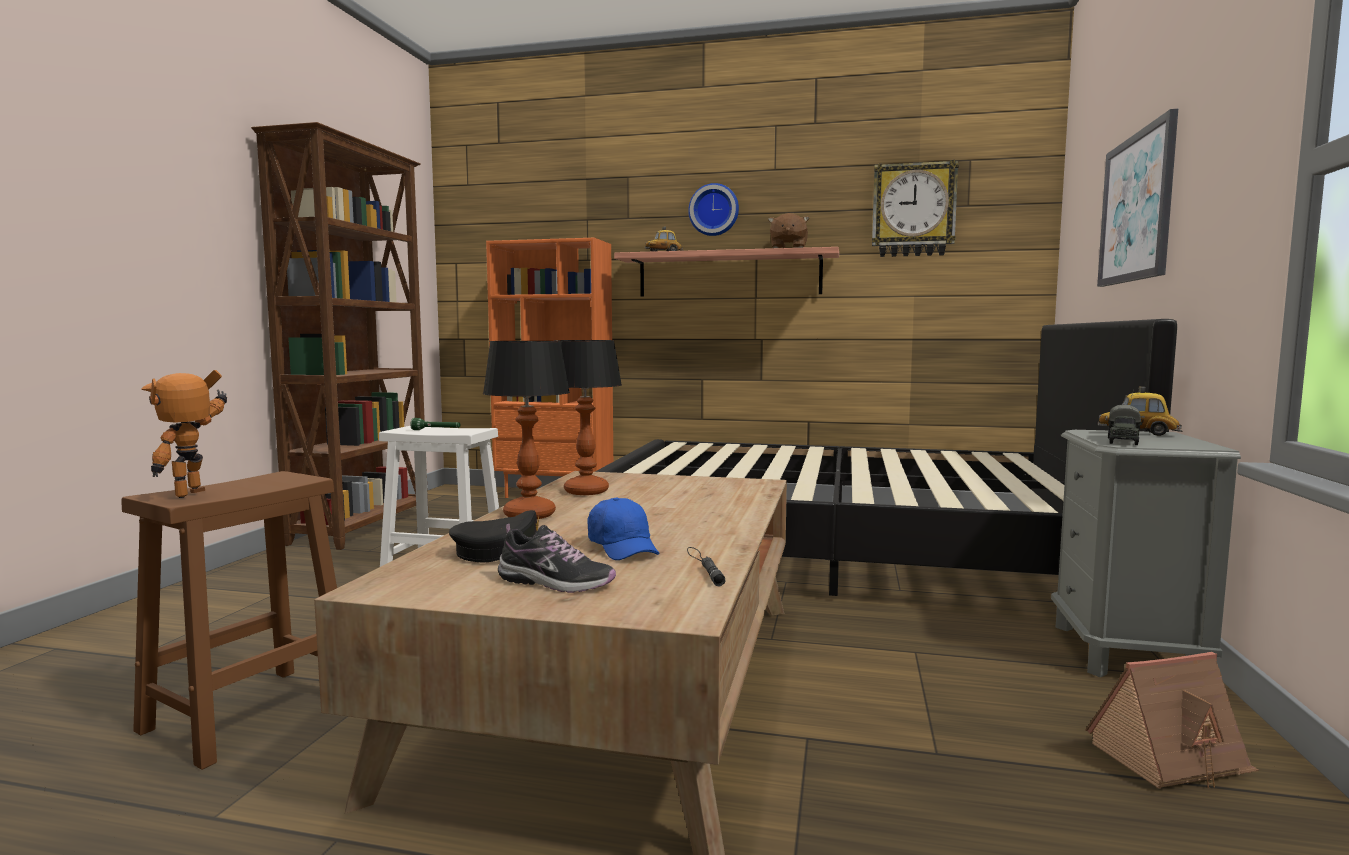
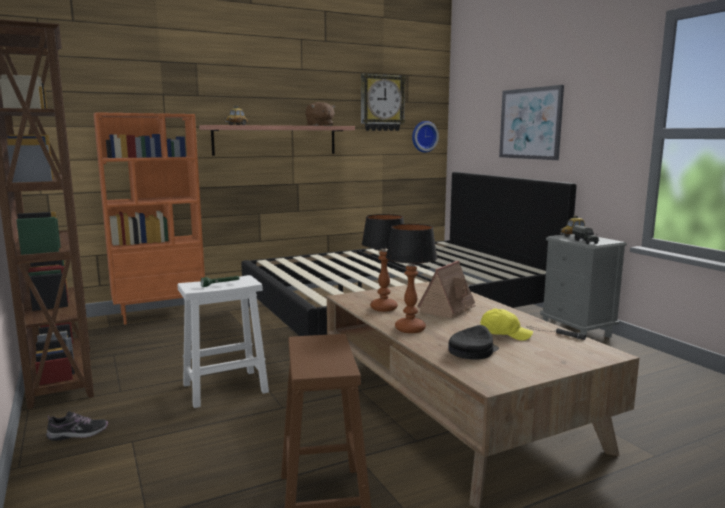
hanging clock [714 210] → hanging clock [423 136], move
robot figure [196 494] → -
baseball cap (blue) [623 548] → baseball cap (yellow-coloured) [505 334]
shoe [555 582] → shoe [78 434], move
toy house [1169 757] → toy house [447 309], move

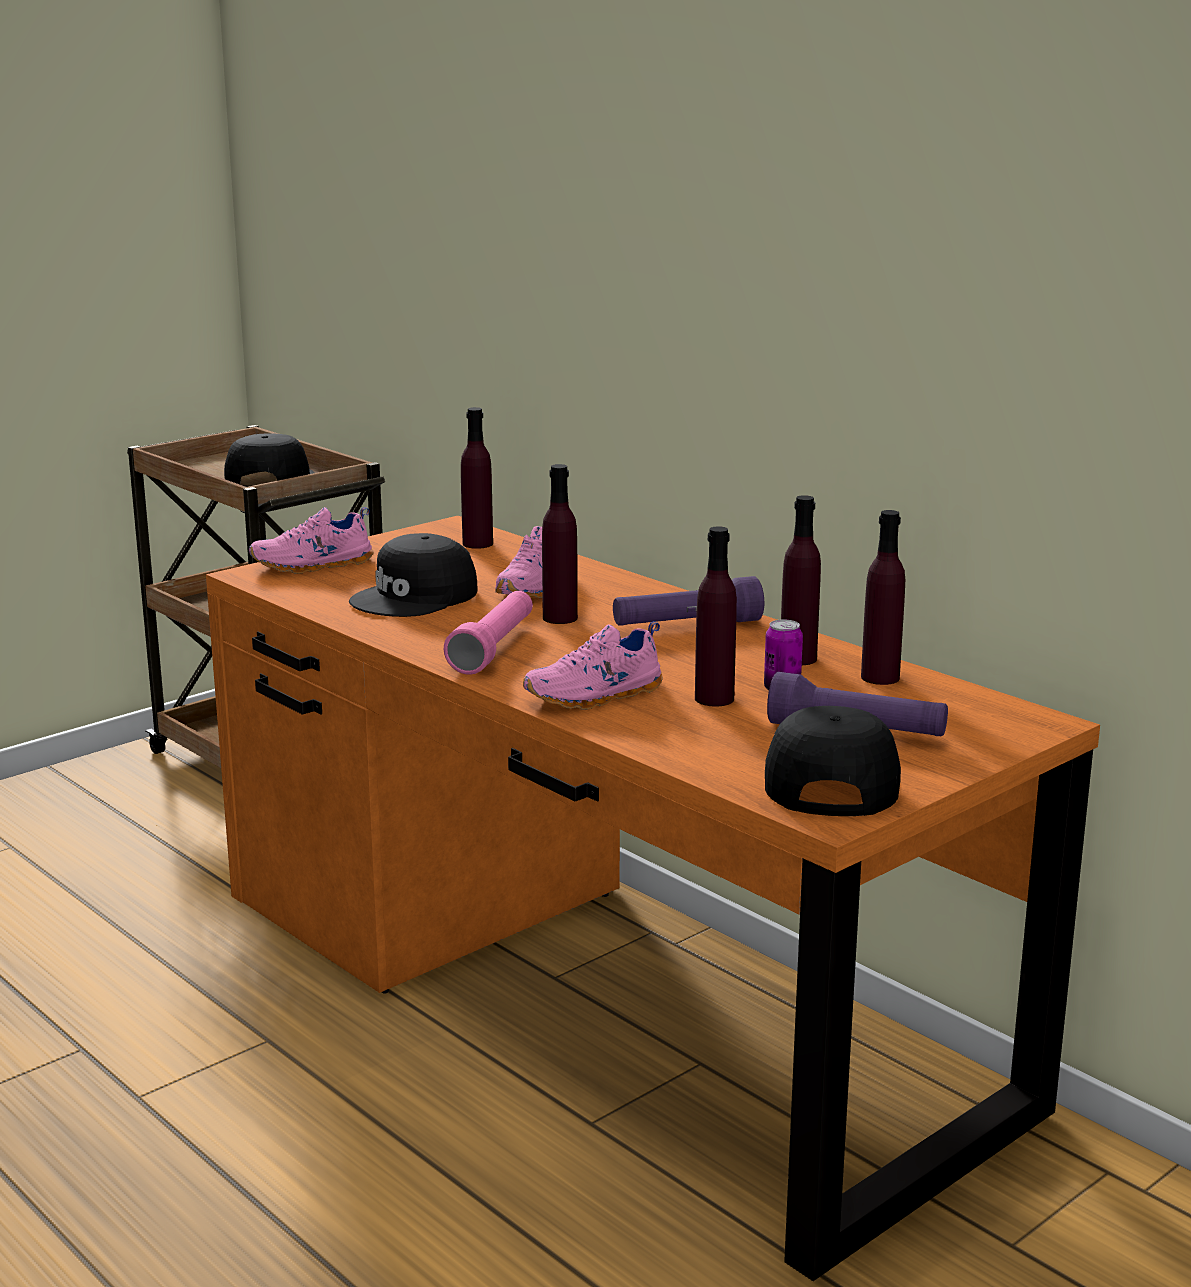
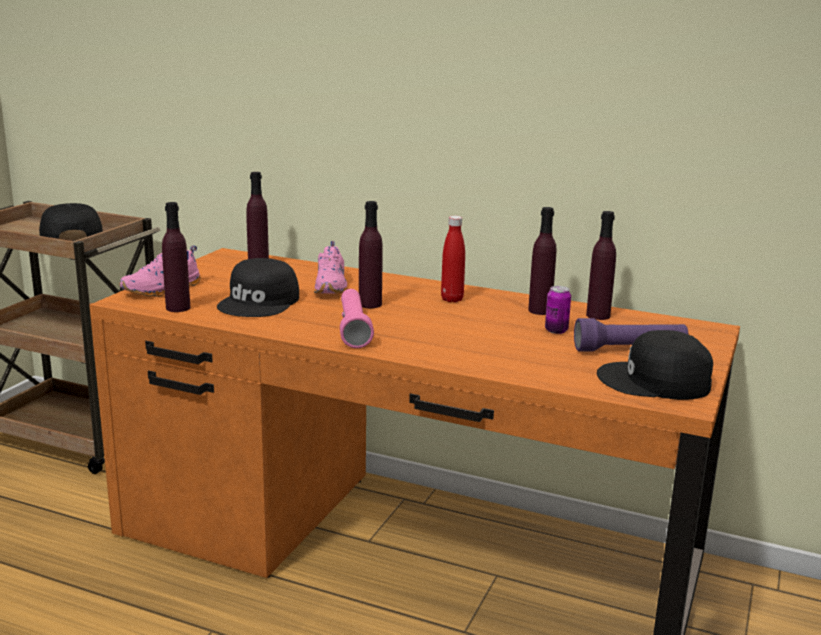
beverage bottle (purple) [714 699] → beverage bottle (purple) [178 308], move
hand torch (purple) [686 626] → beverage bottle (red-coloured) [452 299]
shoe (pinkish) [595 696] → -
baseball cap (black) [829 781] → baseball cap (black) [655 381], 60 degrees counterclockwise

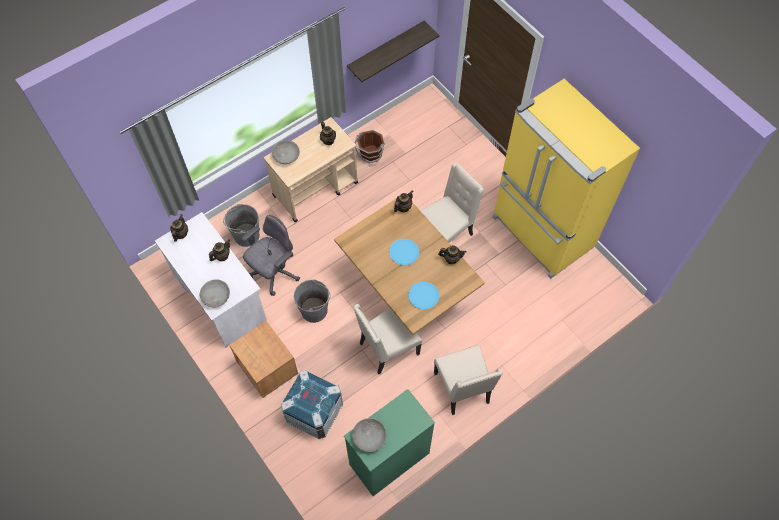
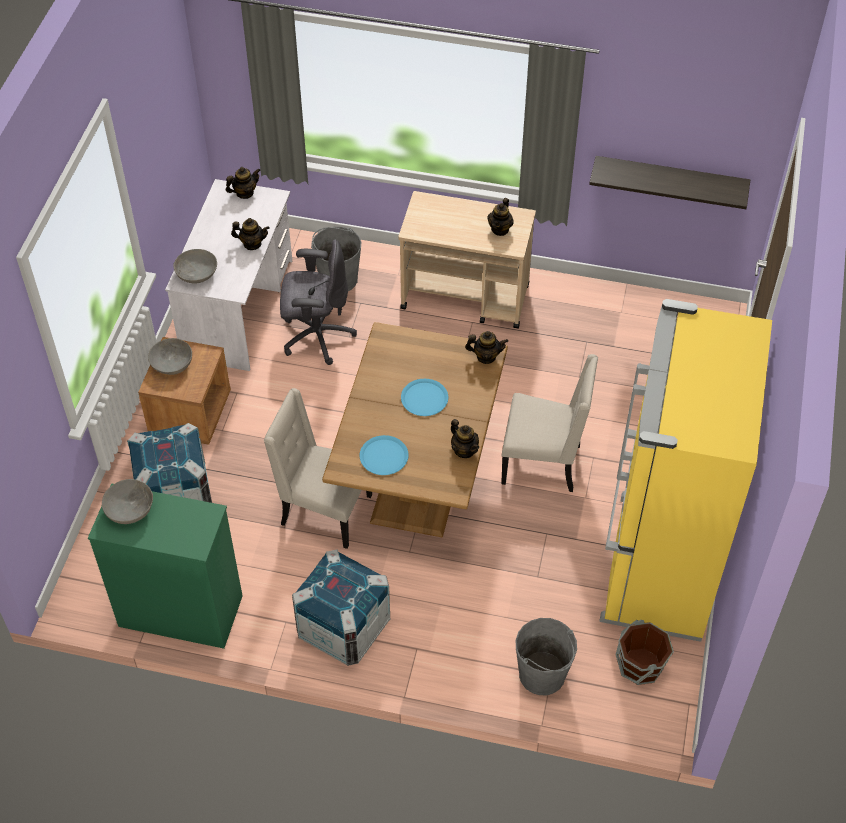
pail (brown-coloured) [370 154] → pail (brown-coloured) [640 666], move
serving bowl (grey) [286 156] → serving bowl (grey) [171 363], move
pail (grey) [314 310] → pail (grey) [542 674], move
plain chair (beige) [463 389] → crate [343 627]

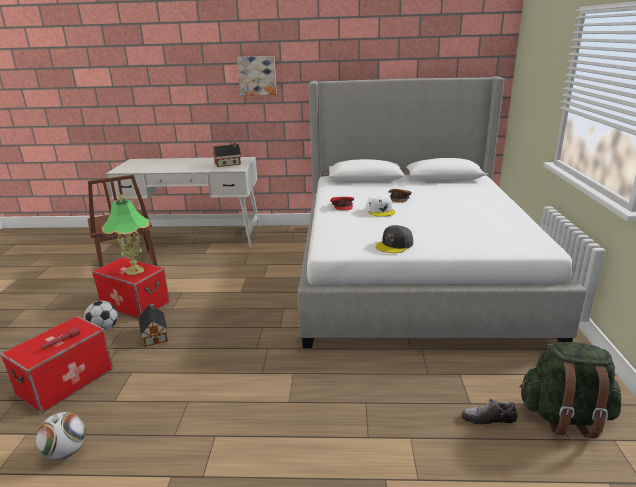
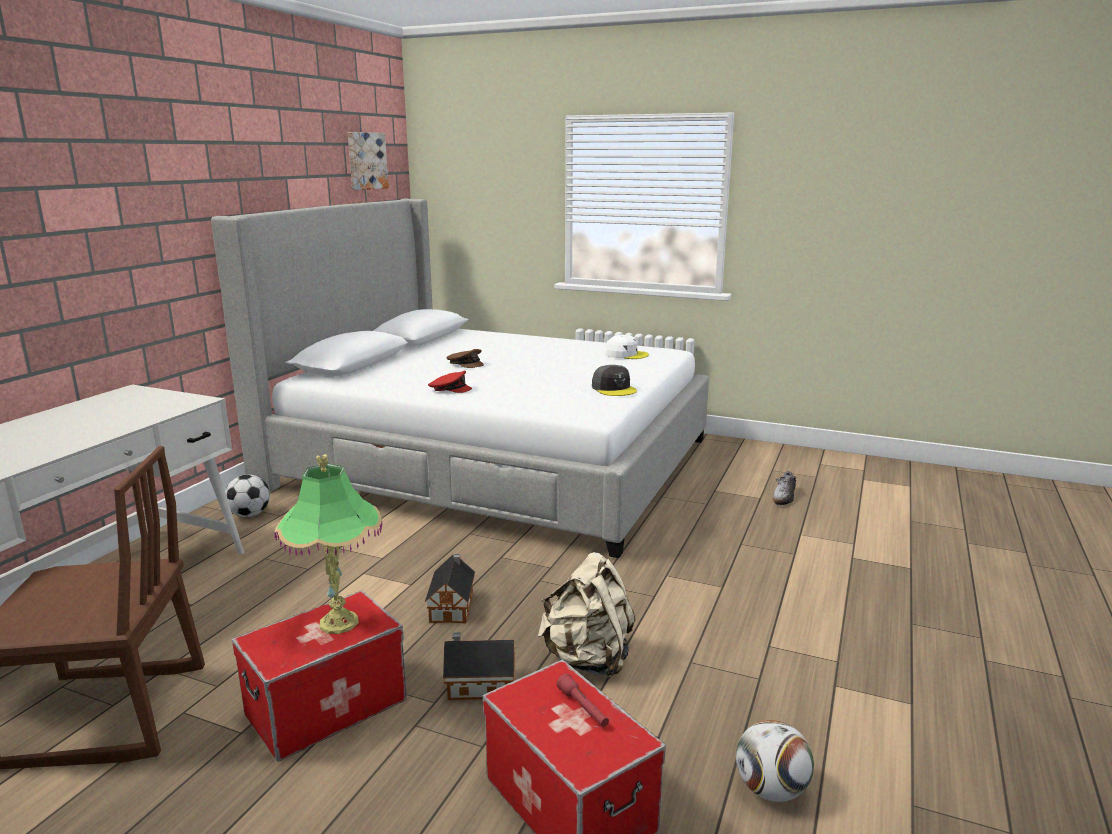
wall art [257 75] → wall art [366 161], move
toy house [229 163] → toy house [452 606], move
baseball cap (white-coloured) [380 210] → baseball cap (white-coloured) [626 354], move
ball for football [103 329] → ball for football [249 515], move
rucksack (green-coloured) [565 417] → -
- → rucksack (beige) [588 659]

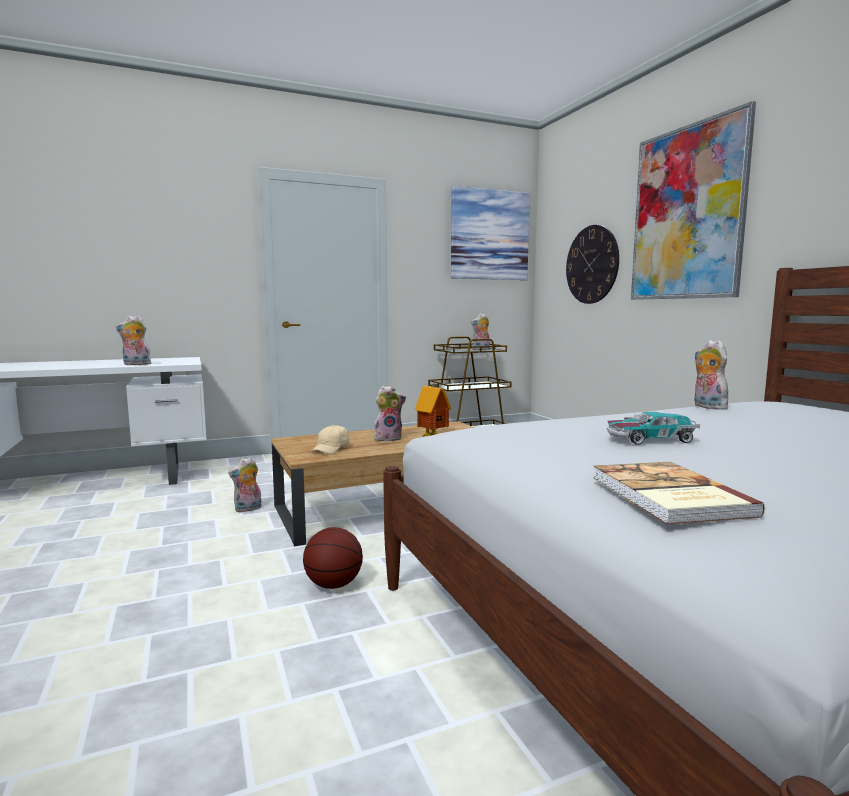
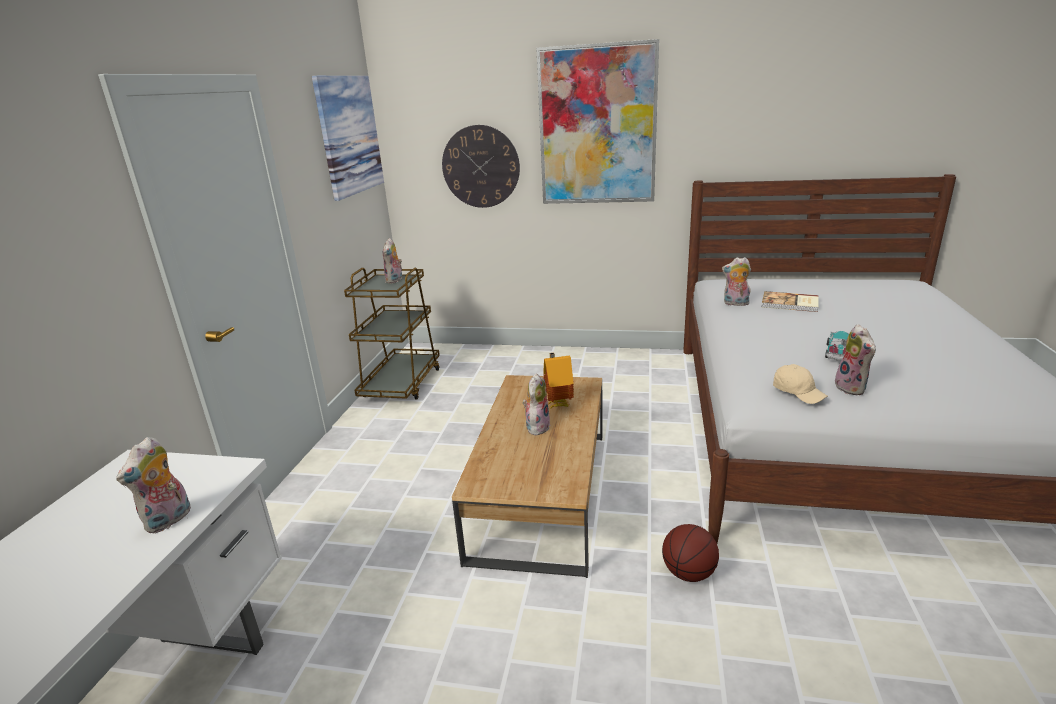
baseball cap (beige) [331 449] → baseball cap (beige) [798 392], move
plush toy [248 509] → plush toy [853 388], move
volume [667 496] → volume [790 304], move

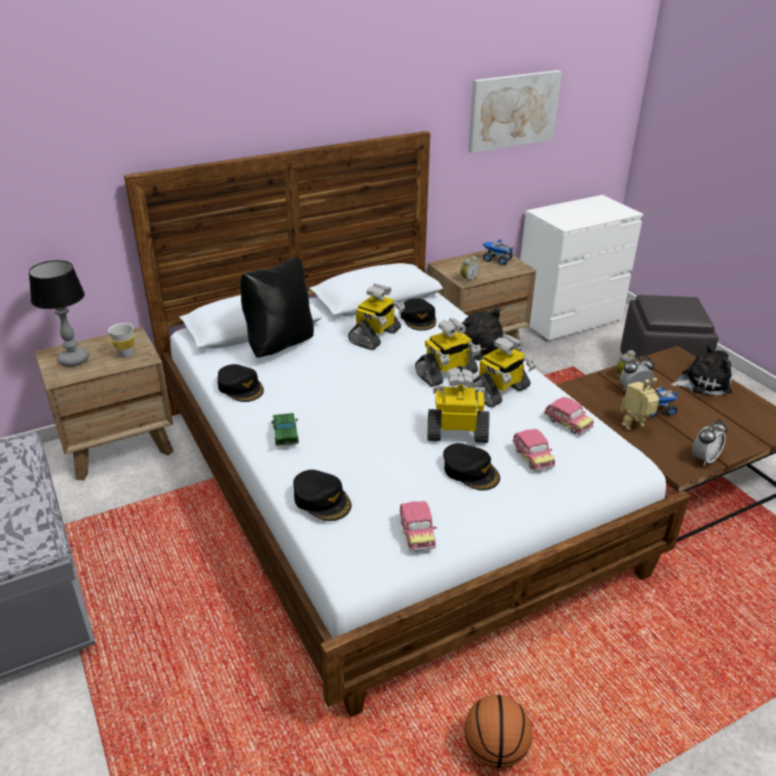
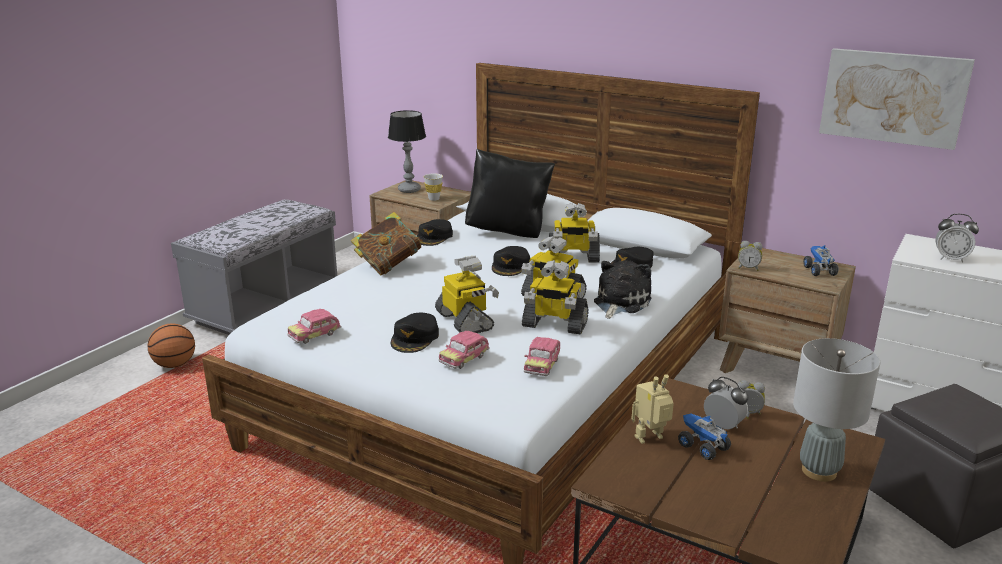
plush toy [702 382] → lamp for a table (grey) [819 471]
robot figure [635 427] → robot figure [651 439], 60 degrees counterclockwise
miniature car (green-coloured) [286 437] → volume [389 266]
bedside clock [704 459] → bedside clock [951 259], move
baseball cap (black) [322 500] → baseball cap (black) [511 266], move
basketball ball [494 749] → basketball ball [175 365], move

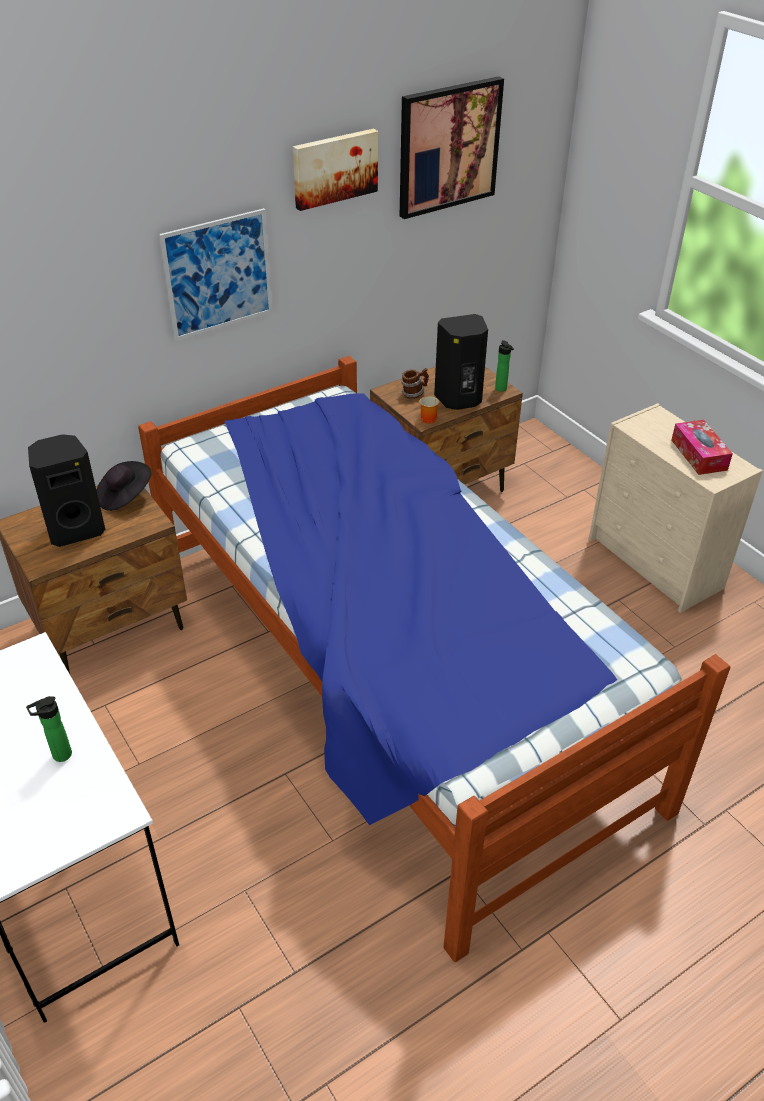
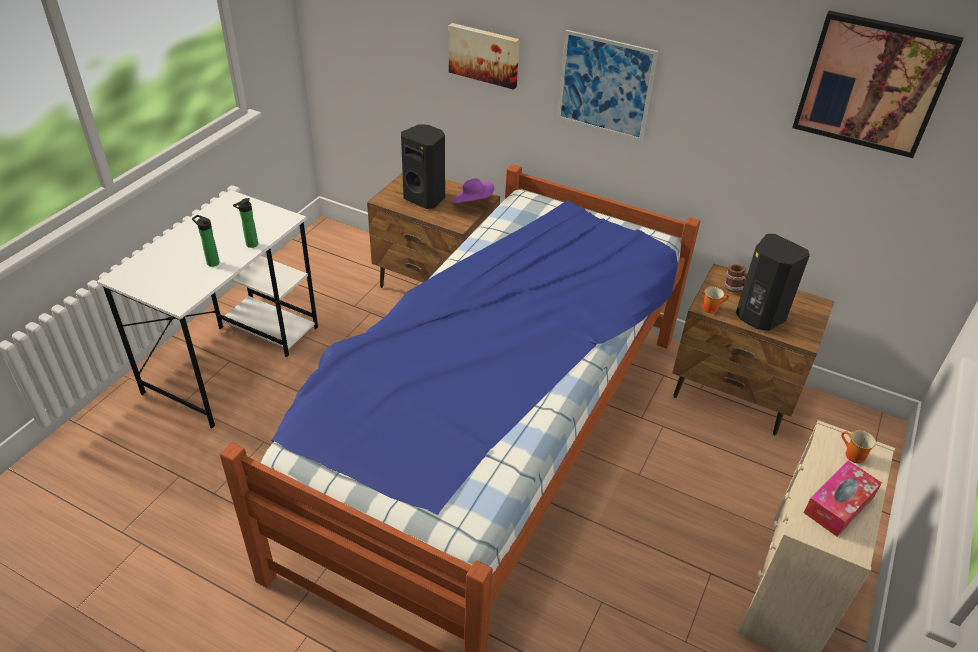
wall art [334 168] → wall art [484 55], move
beverage bottle [501 389] → beverage bottle [250 245], move
wearable hat (black) [124 496] → wearable hat (purple) [473 203]
- → coffee mug [852 455]

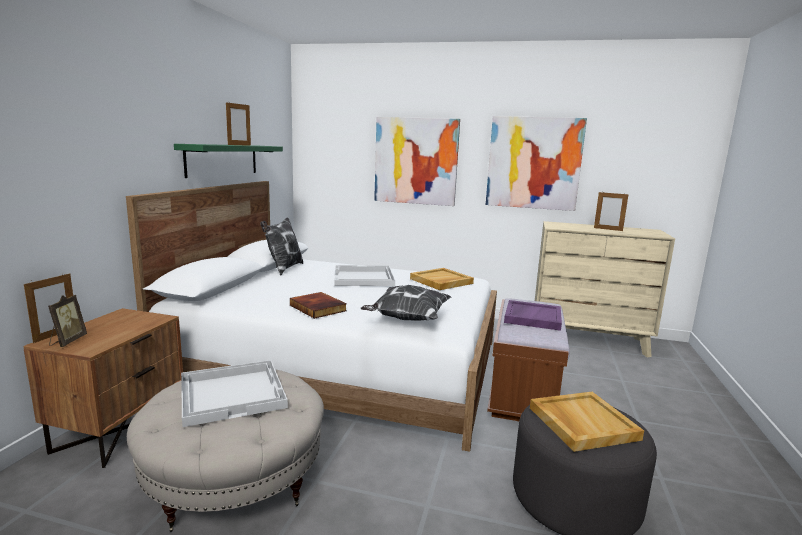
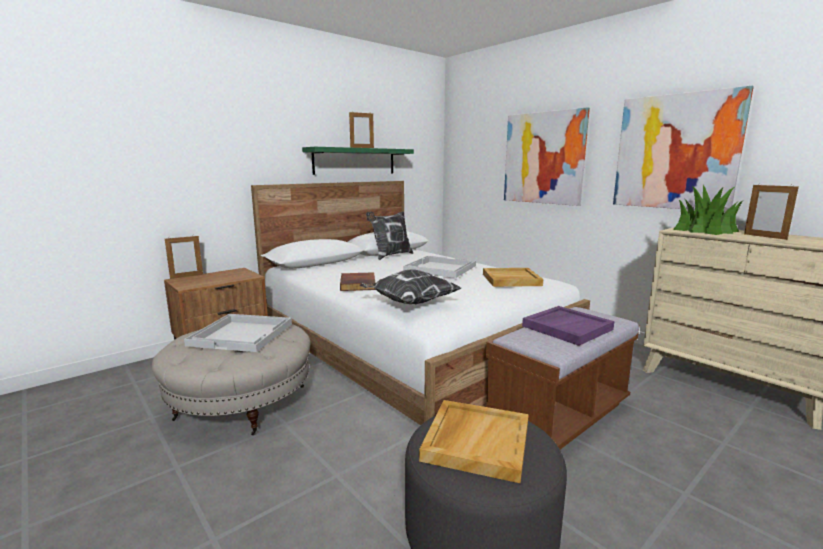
standing frame [67 341] → -
- → plant in a pot [705 230]

